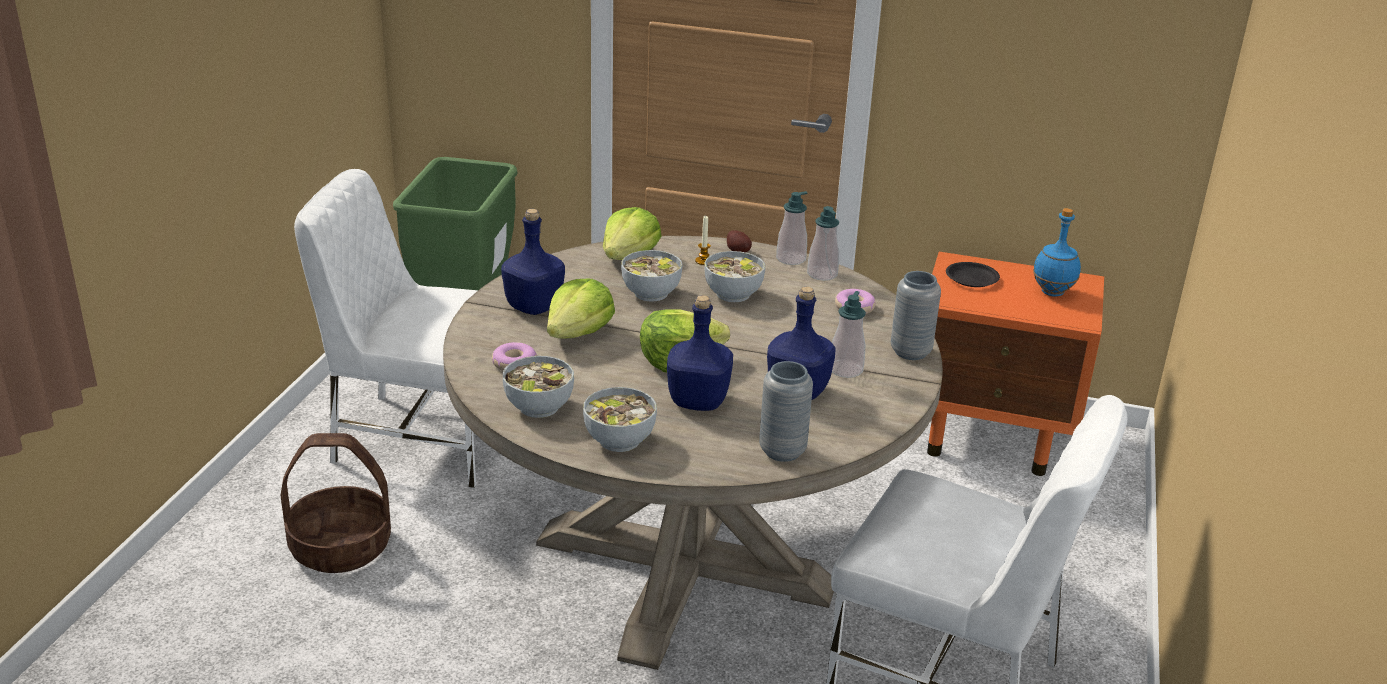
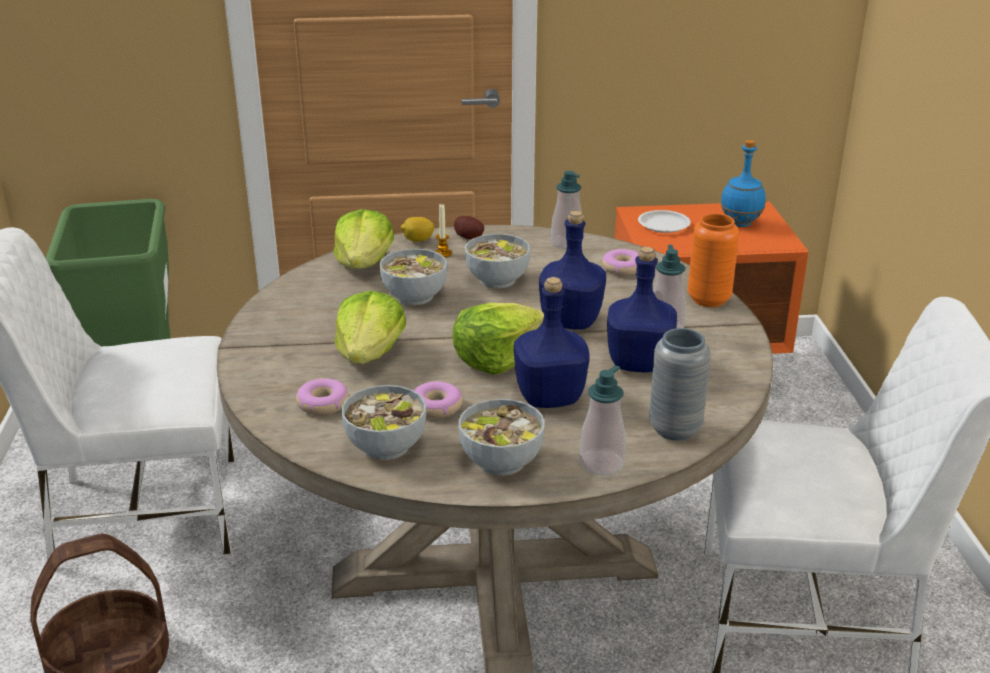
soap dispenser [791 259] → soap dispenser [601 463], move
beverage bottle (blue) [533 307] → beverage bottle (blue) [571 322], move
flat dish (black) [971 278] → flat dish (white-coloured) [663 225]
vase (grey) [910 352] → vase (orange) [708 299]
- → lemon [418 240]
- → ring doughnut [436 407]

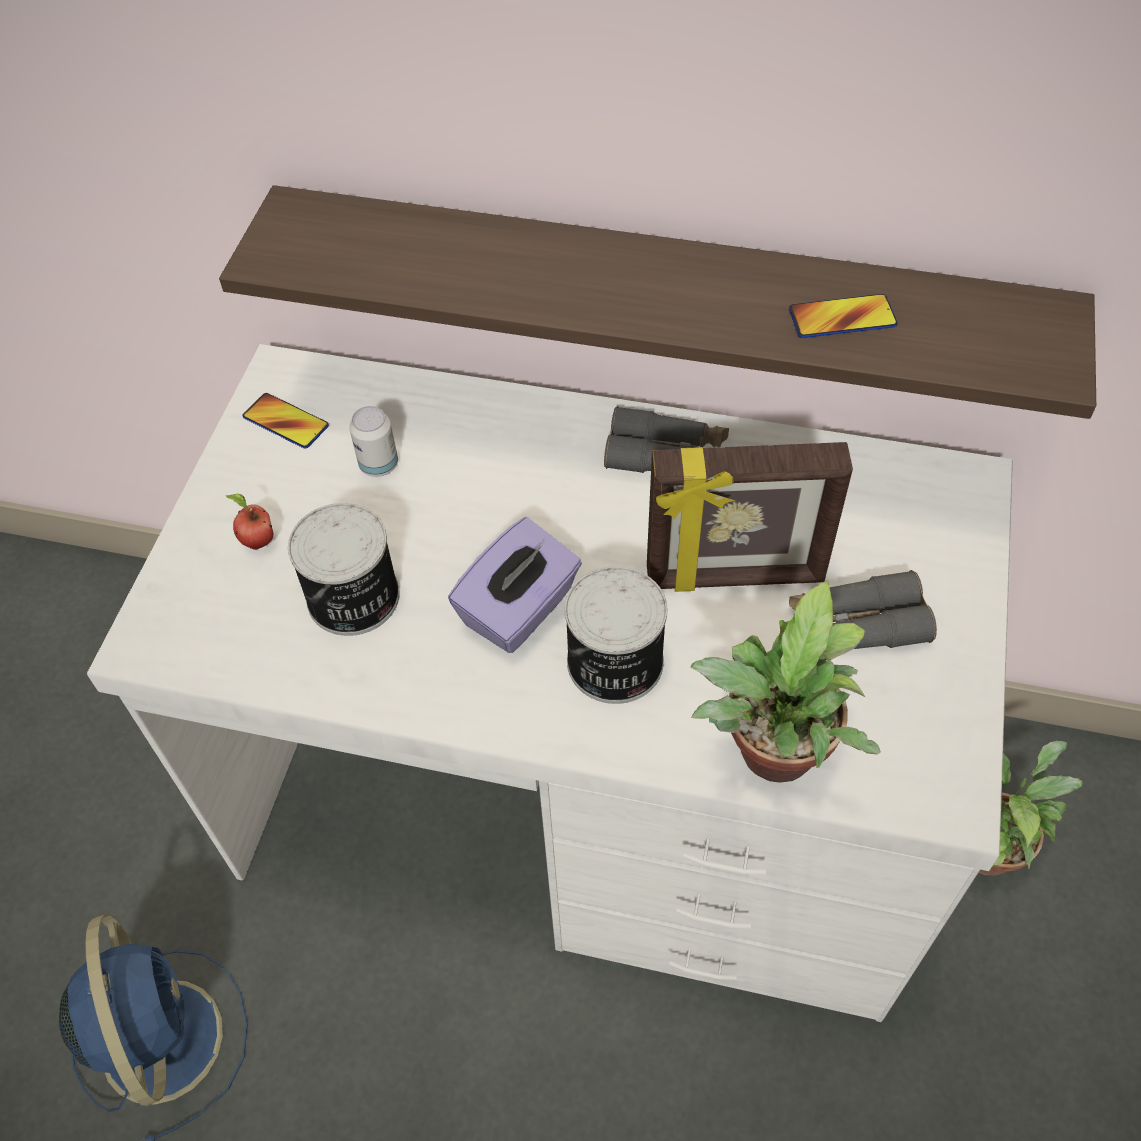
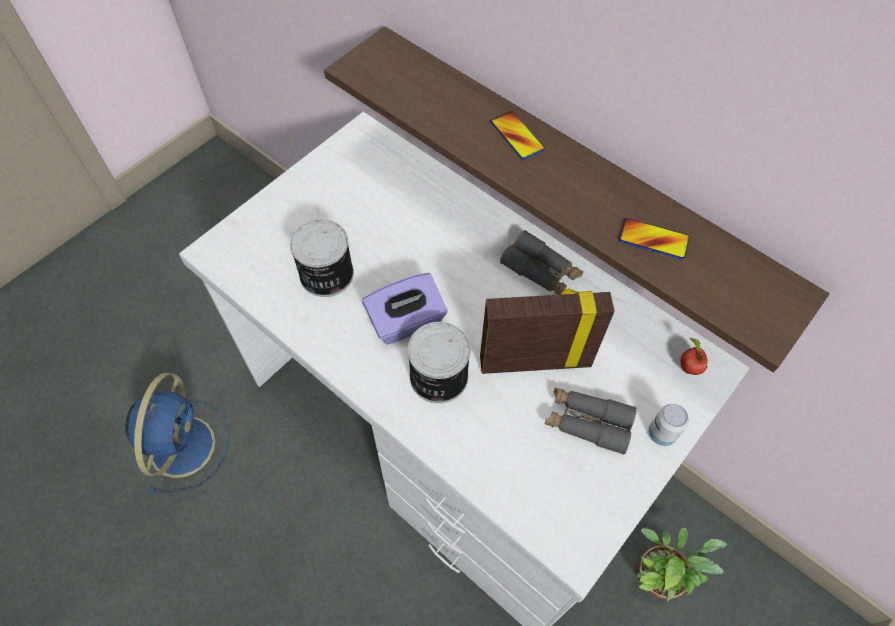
handset [286 422] → handset [517 136], move
metal can [379 465] → metal can [661 434], move
standing frame [735 577] → standing frame [534 360], 150 degrees clockwise
apple fruit [257 541] → apple fruit [687 367], move
plant in a pot [772 759] → -

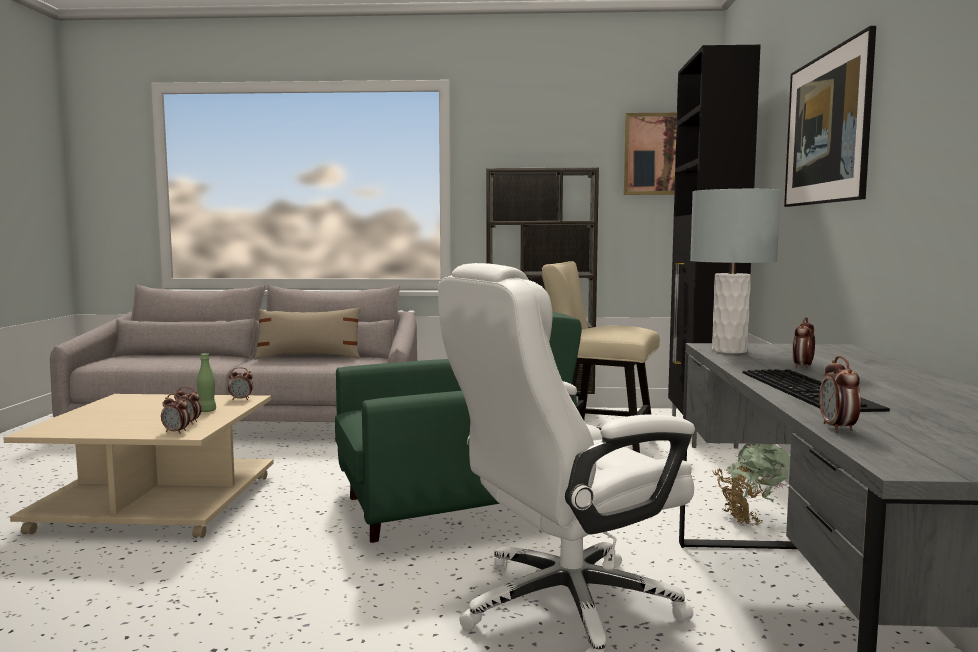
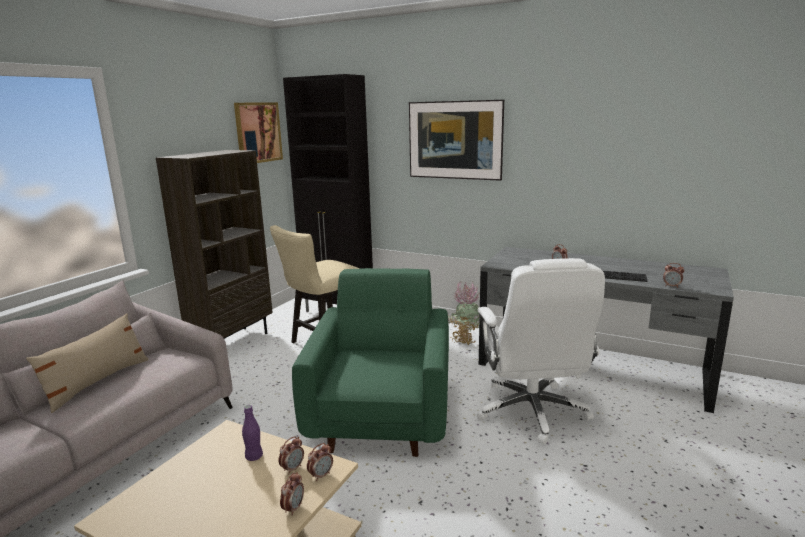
lamp for a table (grey) [729 350] → -
beverage bottle (green-coloured) [207 411] → beverage bottle (purple) [254 456]
bedside clock [241 399] → bedside clock [293 508], move

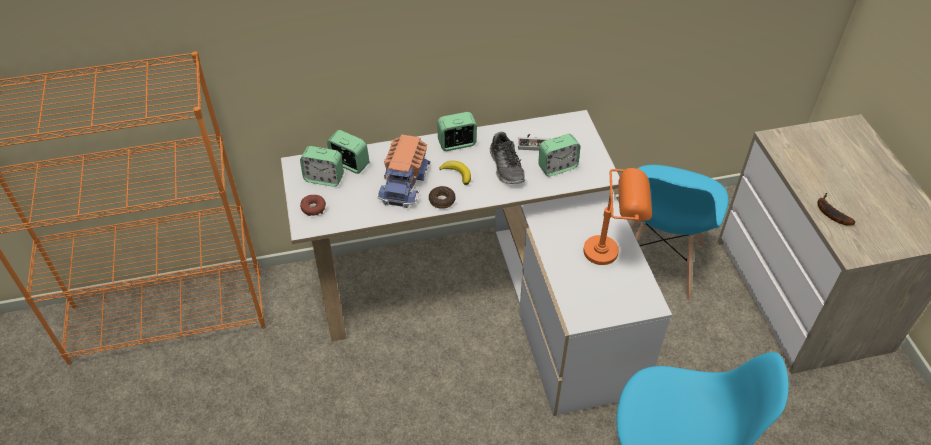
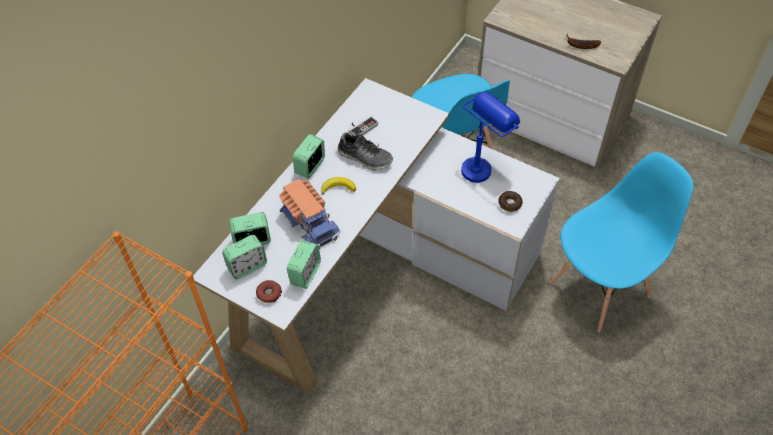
bedside clock [557 167] → bedside clock [305 273], move
lamp for a table (orange) [613 251] → lamp for a table (blue) [482 165]
ring doughnut [442 200] → ring doughnut [510 203], move

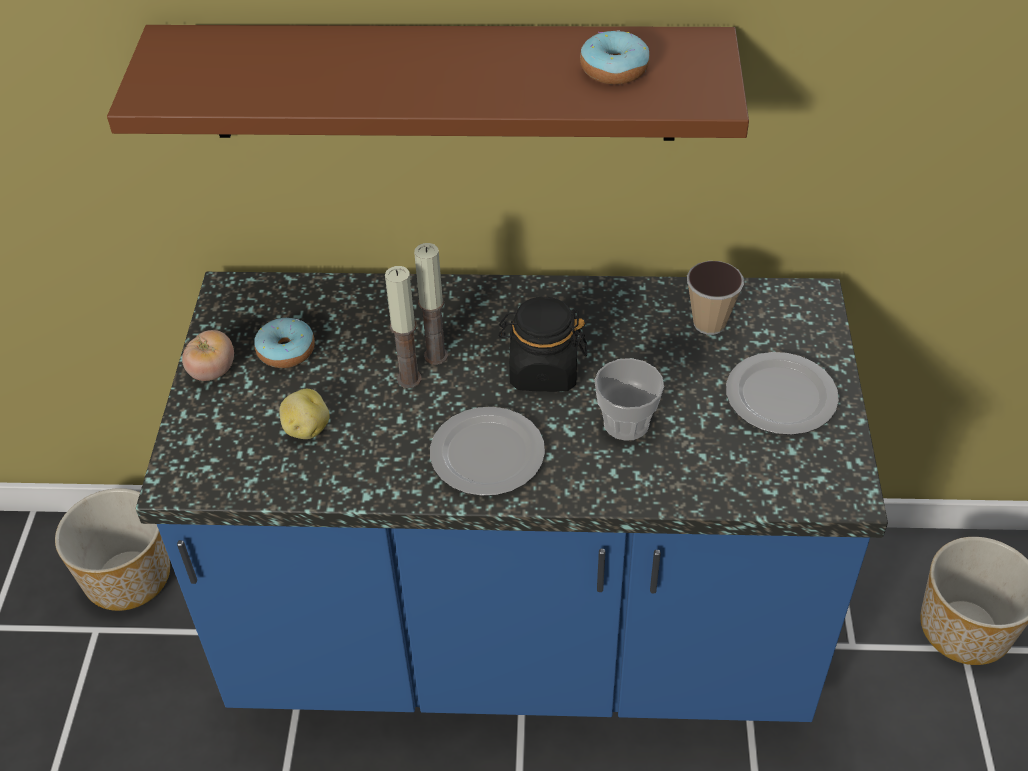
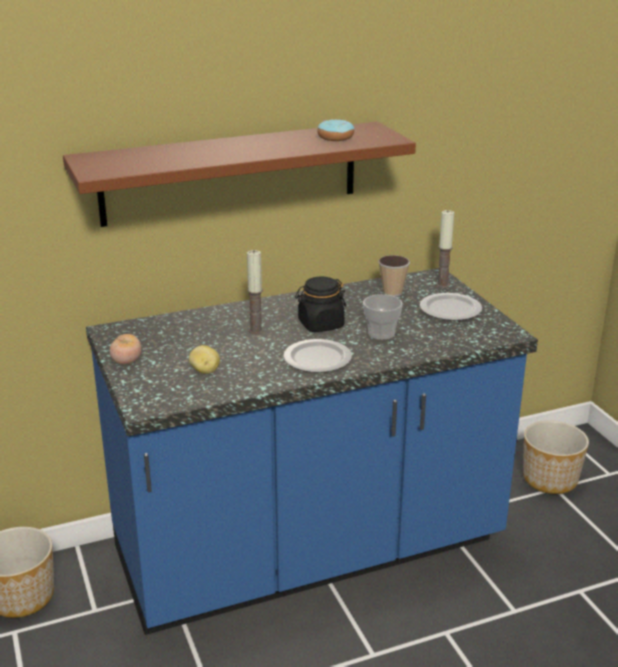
candle [409 379] → candle [442 284], move
ring doughnut [286 351] → -

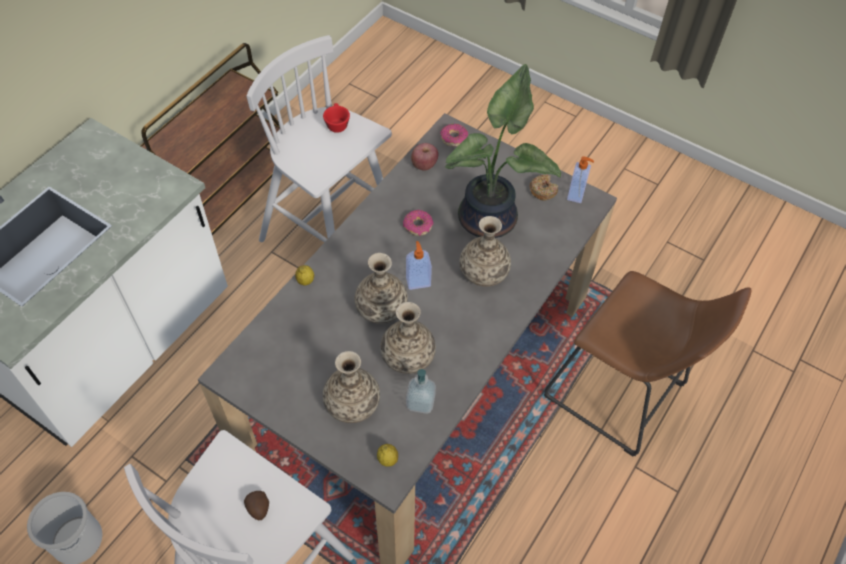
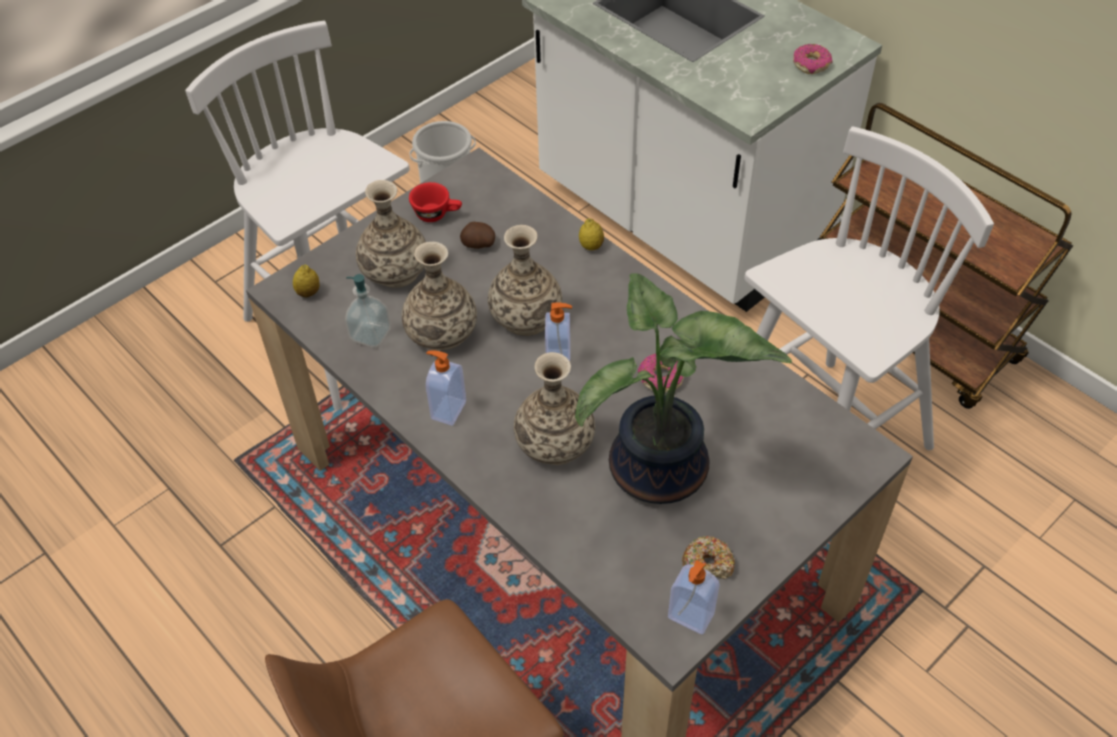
drinking cup (red-coloured) [336 124] → drinking cup (red-coloured) [437 214], move
ring doughnut [454 138] → ring doughnut [811 64], move
apple fruit [424 165] → -
potato [258 509] → potato [478 245], move
- → soap dispenser [447 410]

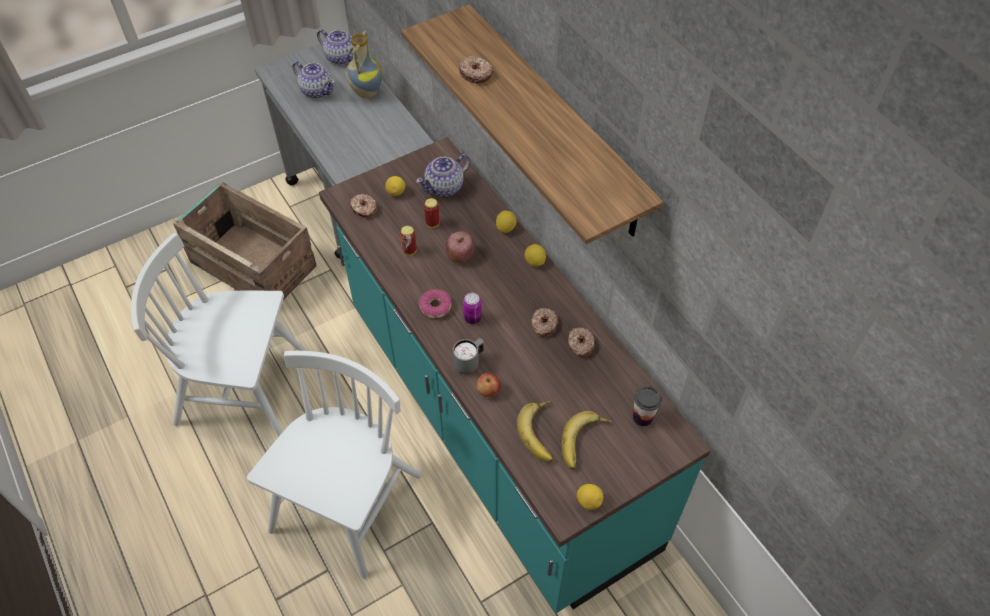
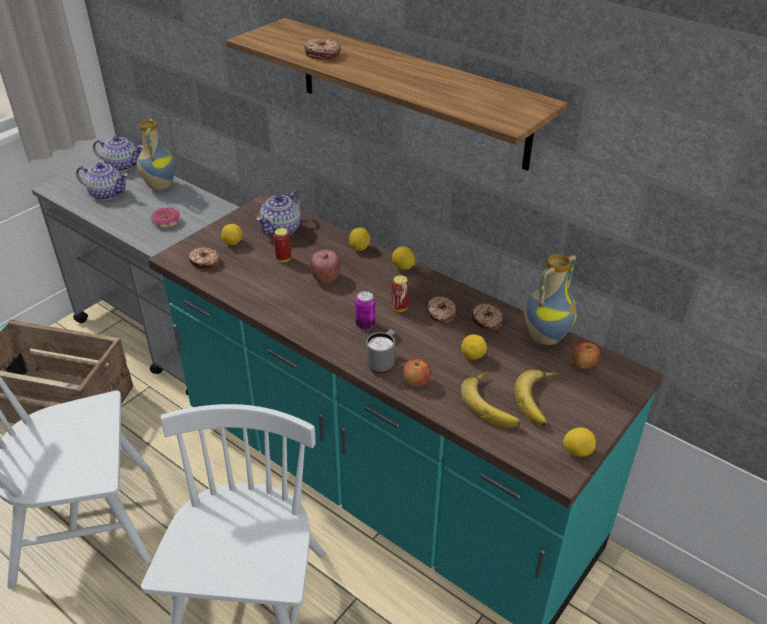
metal can [409 251] → metal can [399 308], move
ring doughnut [435 307] → ring doughnut [166 222], move
drinking cup [642 417] → apple fruit [583 364]
- → vase [544 336]
- → lemon [473 356]

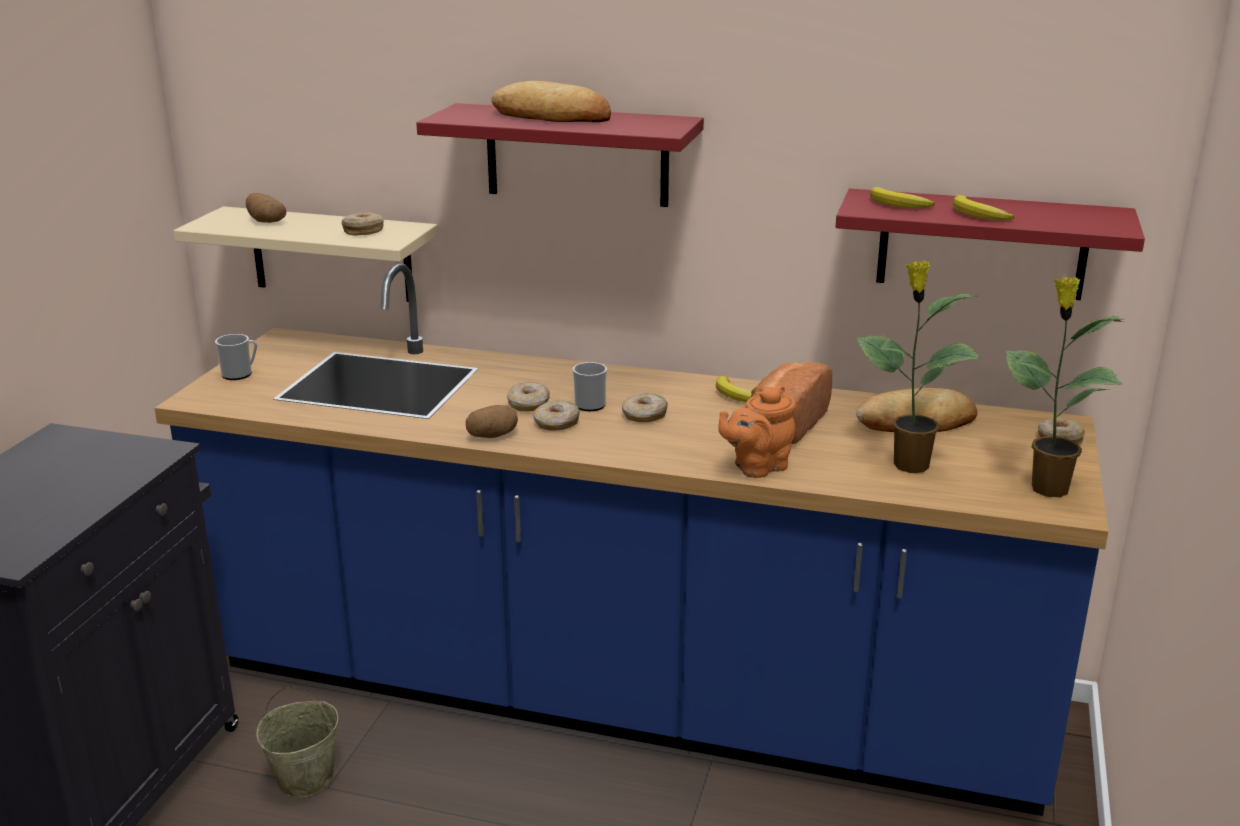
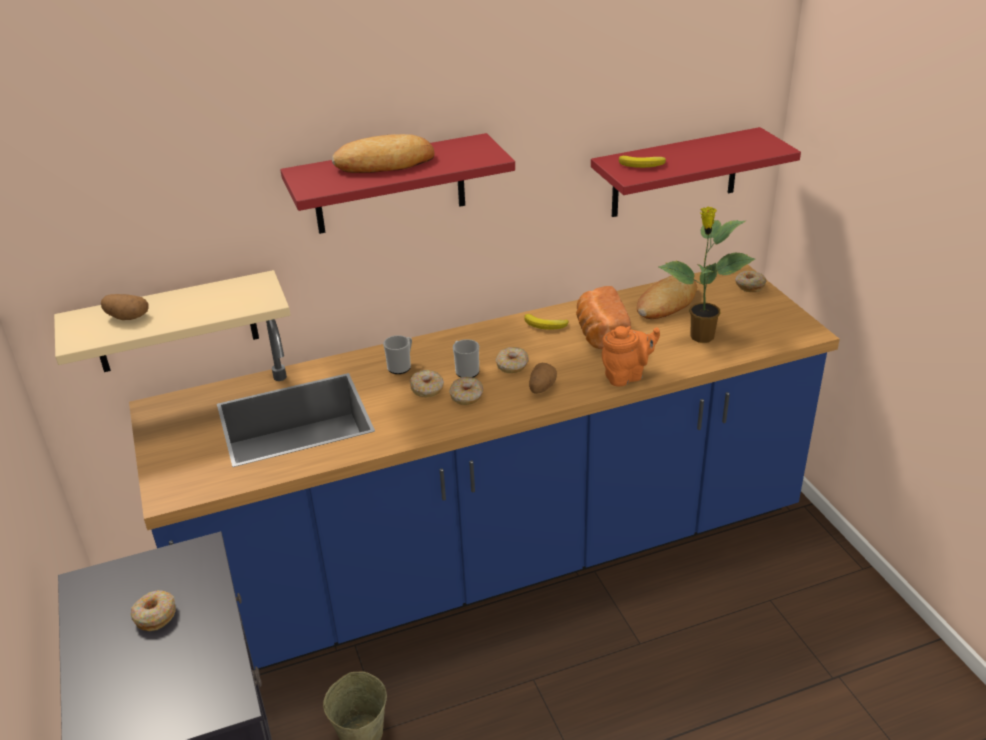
whole banana [978 215] → -
ring doughnut [363 231] → ring doughnut [155 615], move
plant in a pot [1046 488] → -
coffee mug [240 374] → coffee mug [401 366], move
teapot (orange) [757 467] → teapot (orange) [627 376], 135 degrees counterclockwise
potato [492 435] → potato [541 388], move

